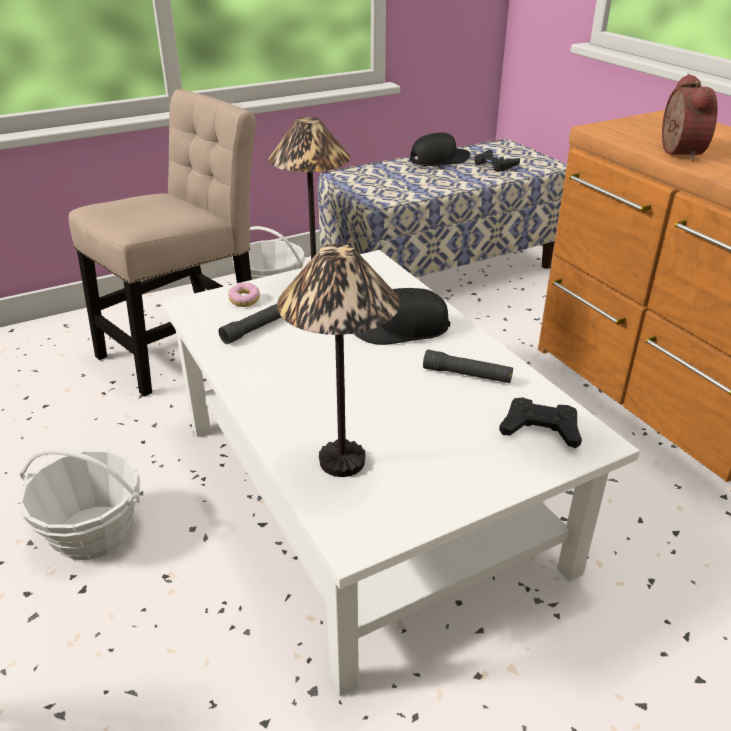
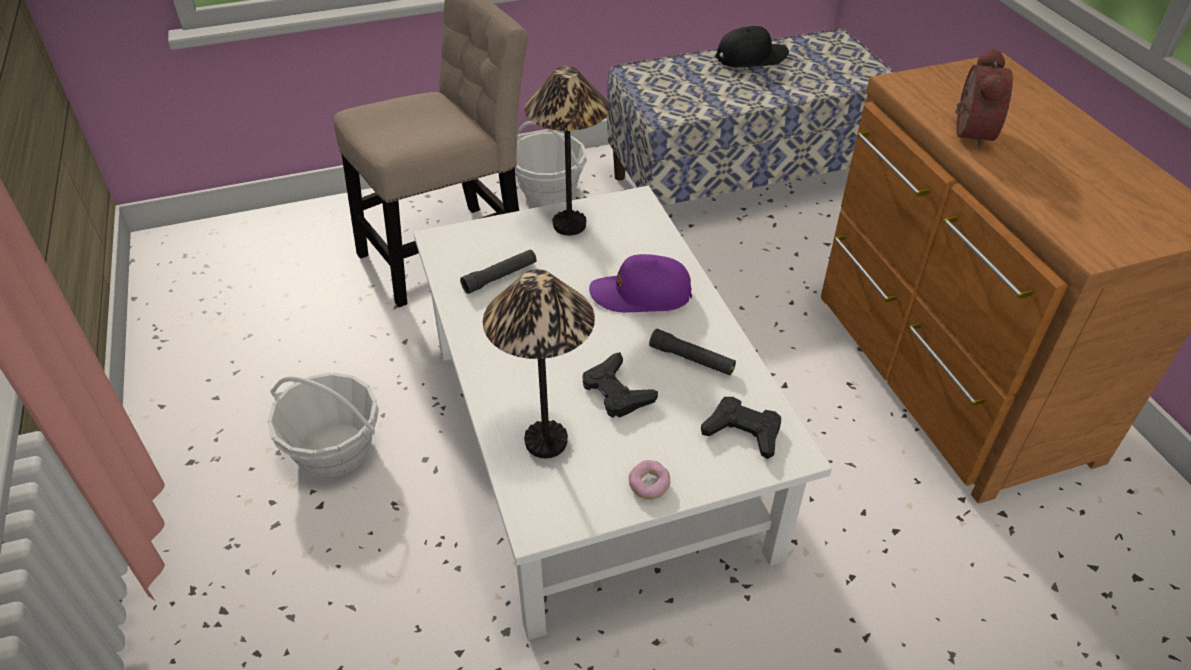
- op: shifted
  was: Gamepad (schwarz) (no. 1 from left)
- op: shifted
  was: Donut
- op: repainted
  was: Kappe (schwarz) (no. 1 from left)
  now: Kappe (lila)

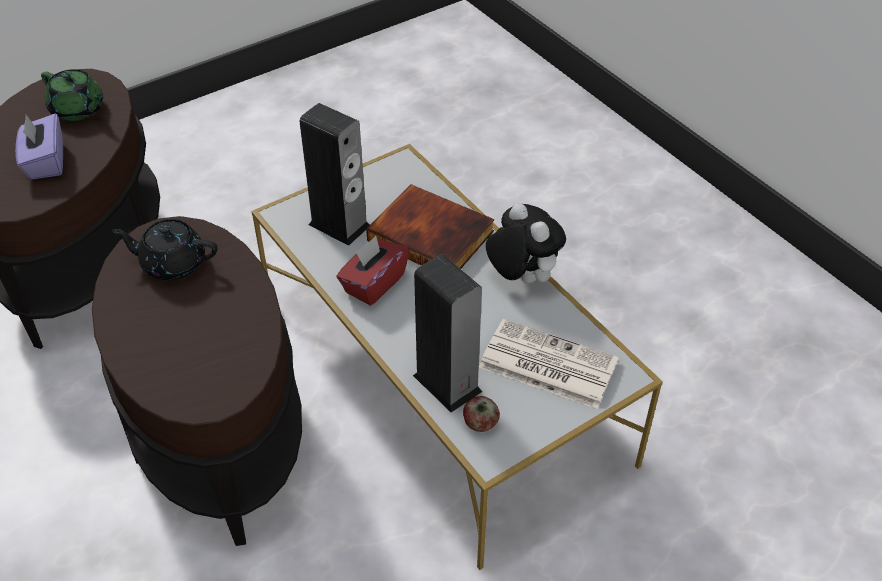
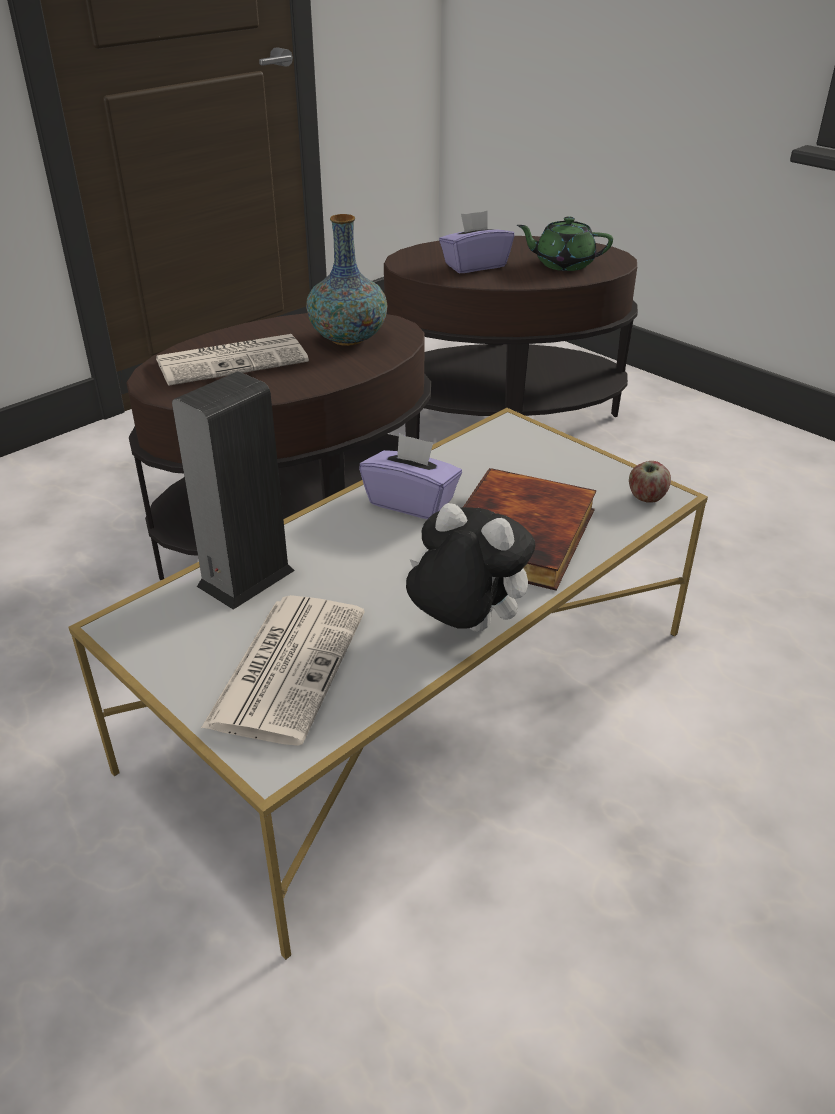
- op: rotated
  was: Teekanne (grün)
  clockwise: 75
- op: gone
  was: Lautsprecher (no. 1 from left)
- op: rotated
  was: Plüschtier
  clockwise: -105
- op: swapped
  was: Teekanne (schwarz)
  now: Vase
- op: repainted
  was: Taschentuchbox (rot)
  now: Taschentuchbox (lila) (no. 1 from left)
- op: shifted
  was: Apfel
- op: new
  now: Zeitung (no. 1 from left)

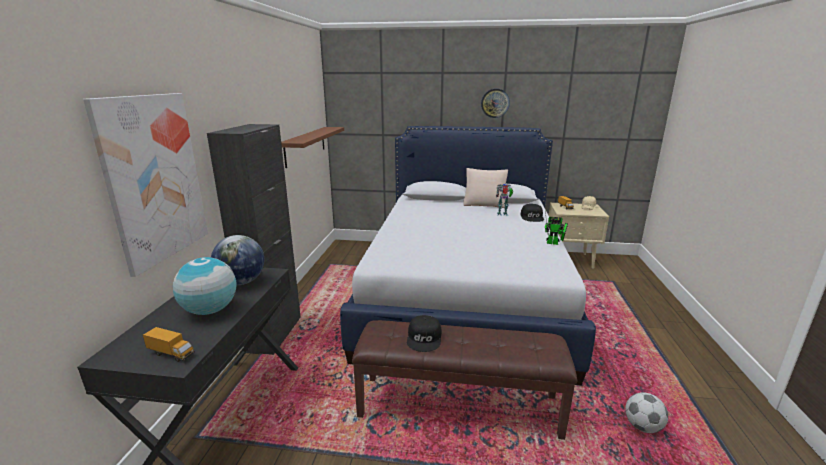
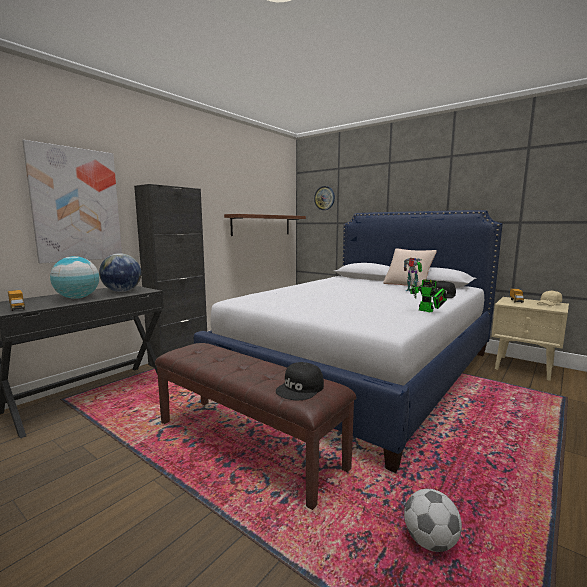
- op: shifted
  was: Wanduhr
- op: shifted
  was: Kappe (schwarz) (no. 1 from left)

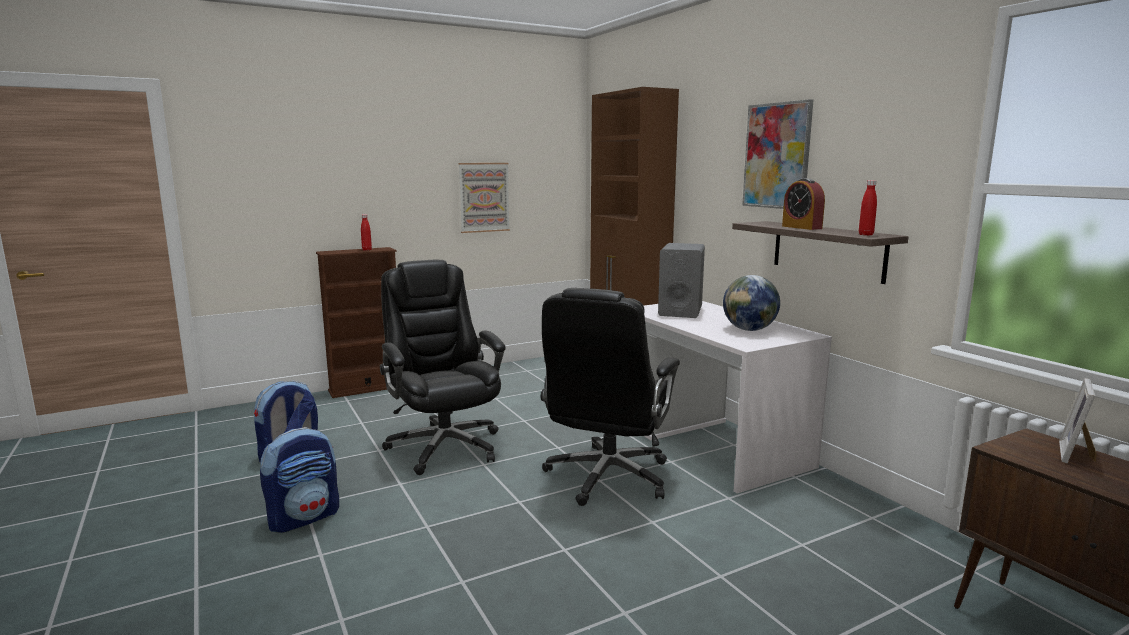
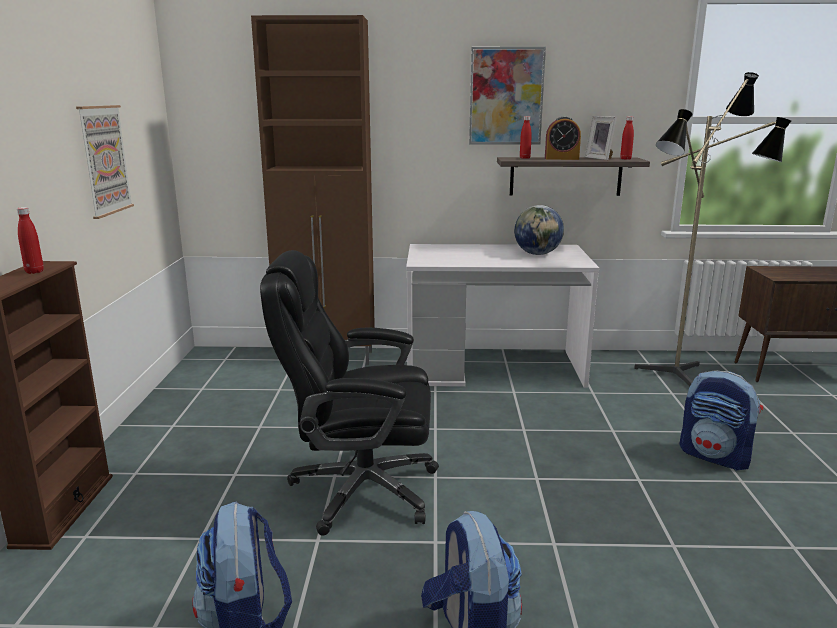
- op: gone
  was: Lautsprecher (grau)
- op: gone
  was: Bürostuhl (schwarz) (no. 2 from left)
- op: shifted
  was: Bilderrahmen
- op: new
  now: Stehlampe
- op: new
  now: Flasche (rot) (no. 2 from left)
- op: new
  now: Rucksack (no. 3 from left)

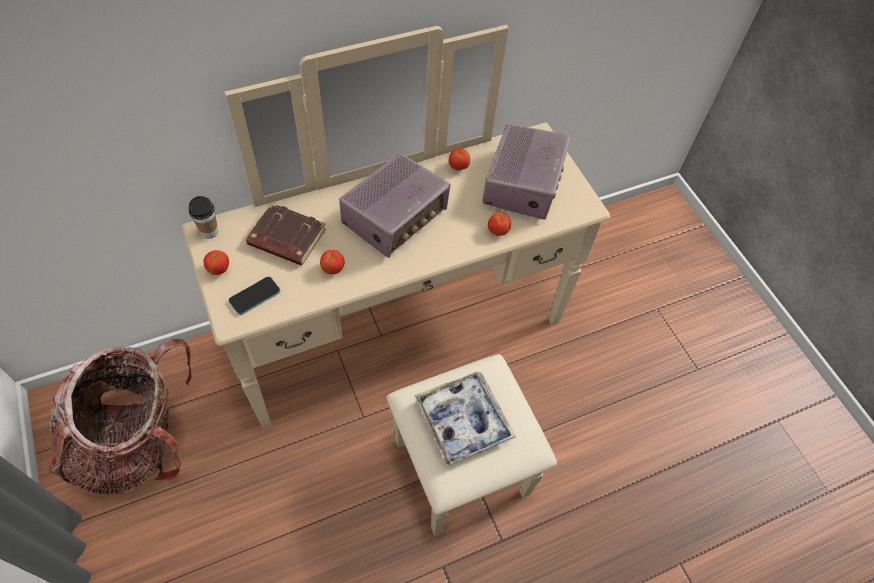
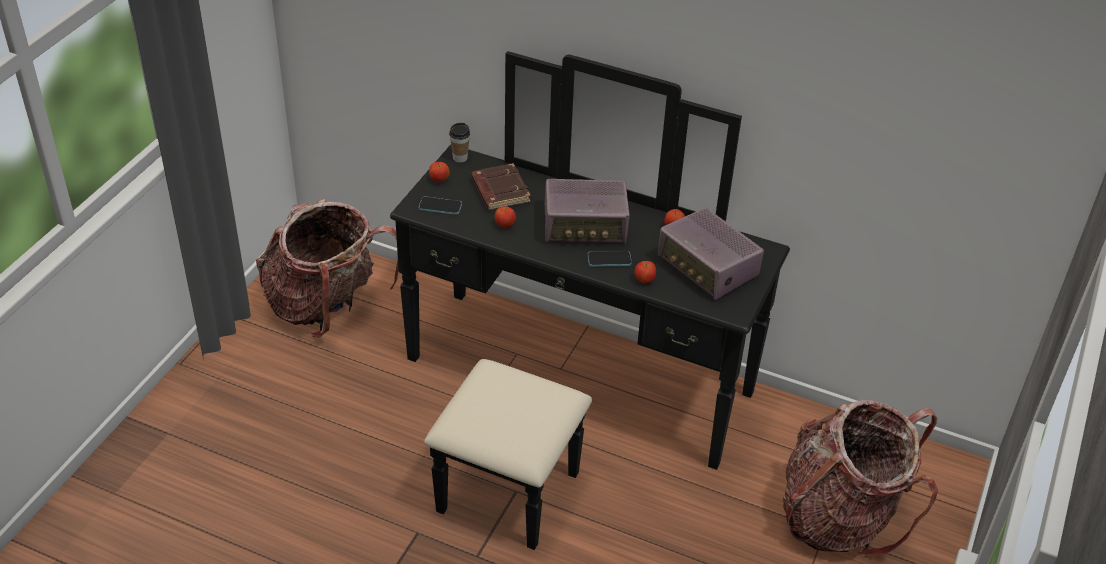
- op: repainted
  was: Kommode (beige)
  now: Kommode (schwarz)
- op: rotated
  was: Radio (no. 2 from left)
  clockwise: 75
- op: gone
  was: Tablett
- op: new
  now: Handy (no. 2 from left)
- op: new
  now: Rucksack (no. 2 from left)

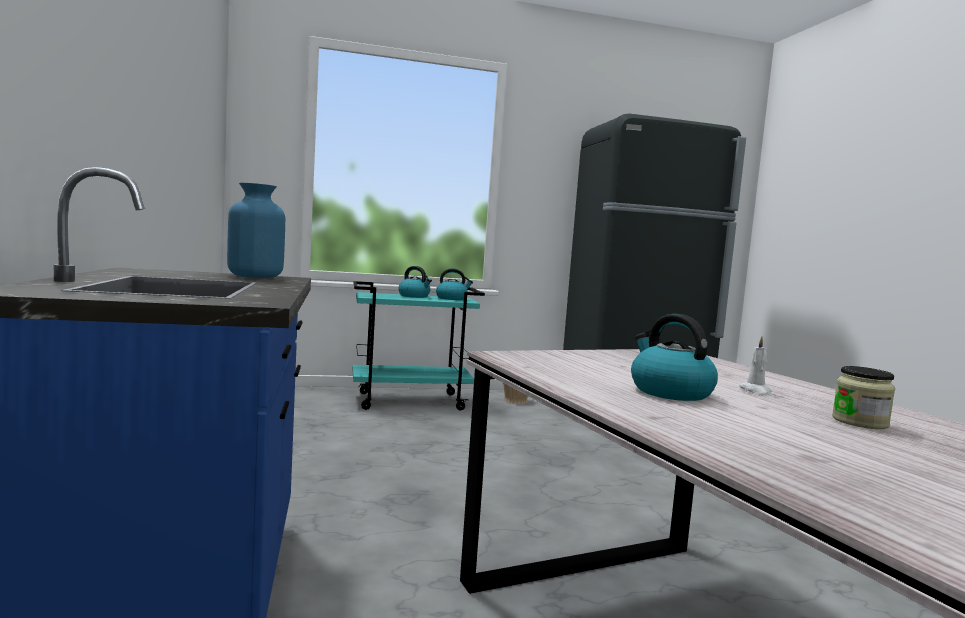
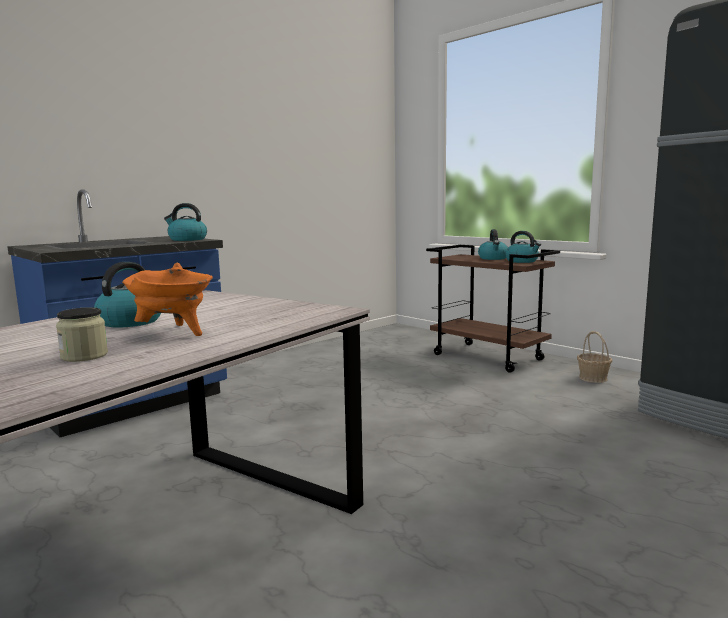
- op: swapped
  was: Vase (blau)
  now: Wasserkessel (no. 2 from left)
- op: repainted
  was: Rollwagen (türkis)
  now: Rollwagen (braun)
- op: swapped
  was: Kerze (weiß)
  now: Kochtopf (orange)

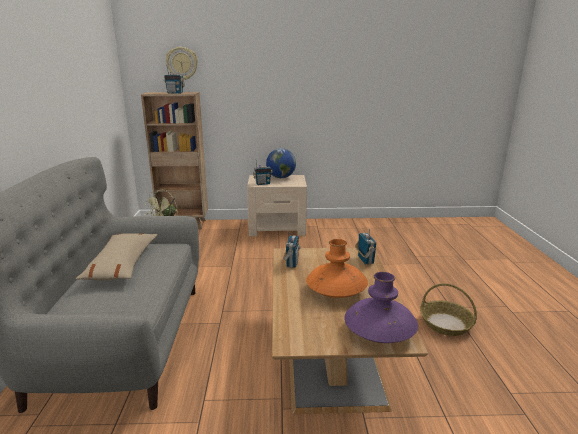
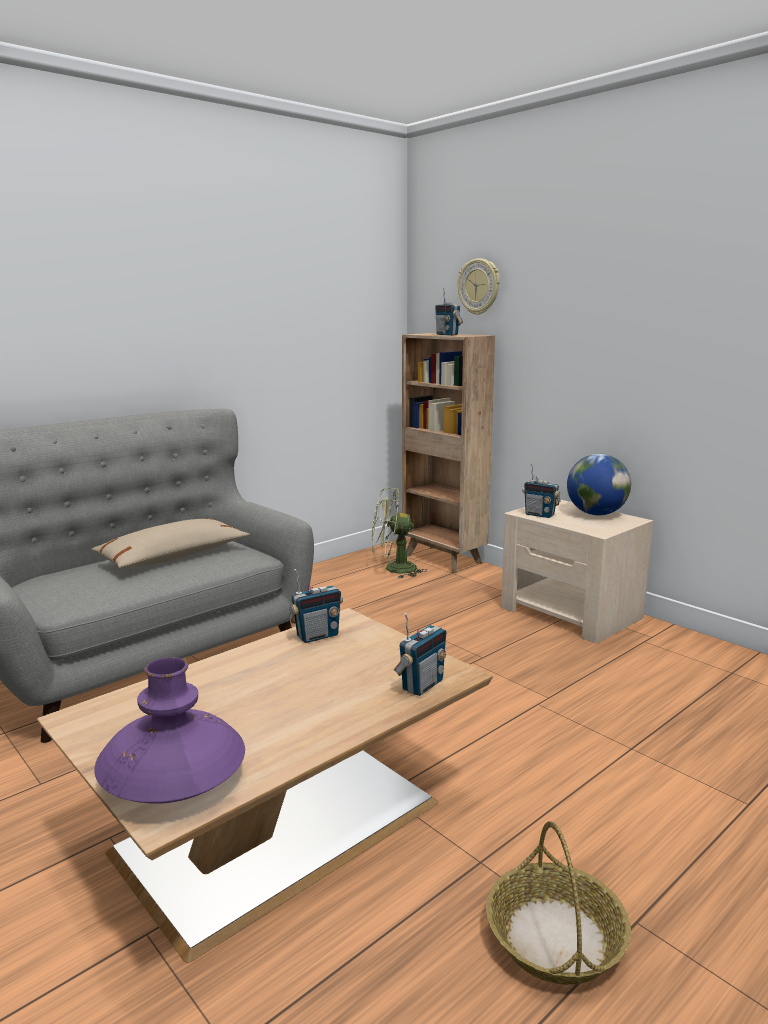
- op: gone
  was: Vase (orange)

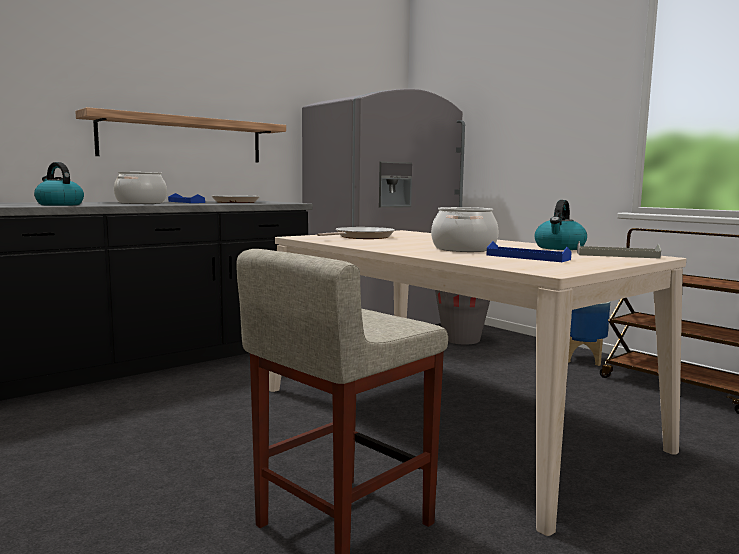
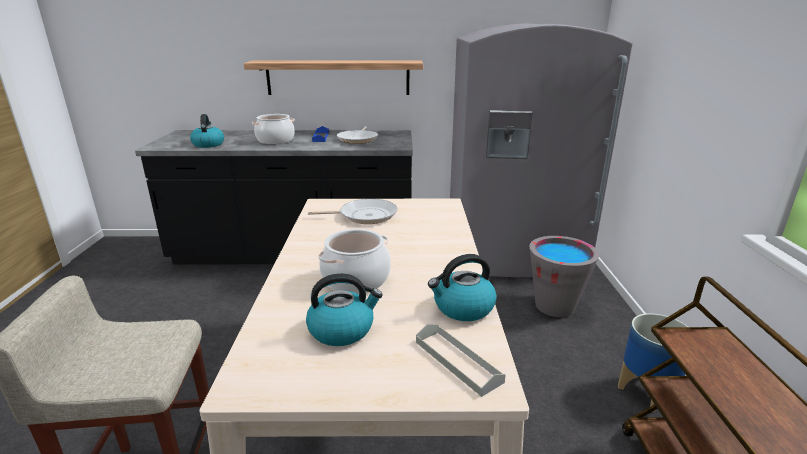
- op: swapped
  was: Tablett (blau) (no. 2 from left)
  now: Wasserkessel (no. 2 from left)

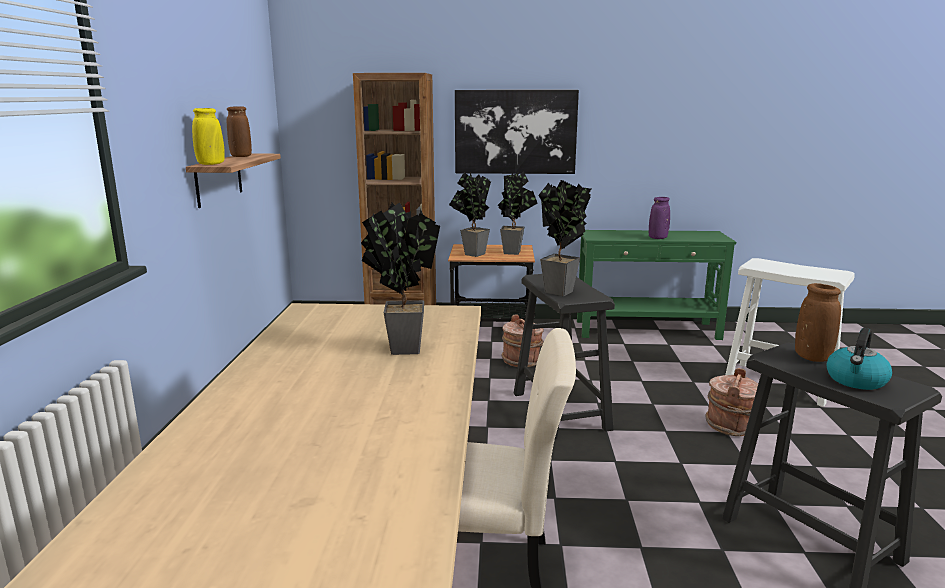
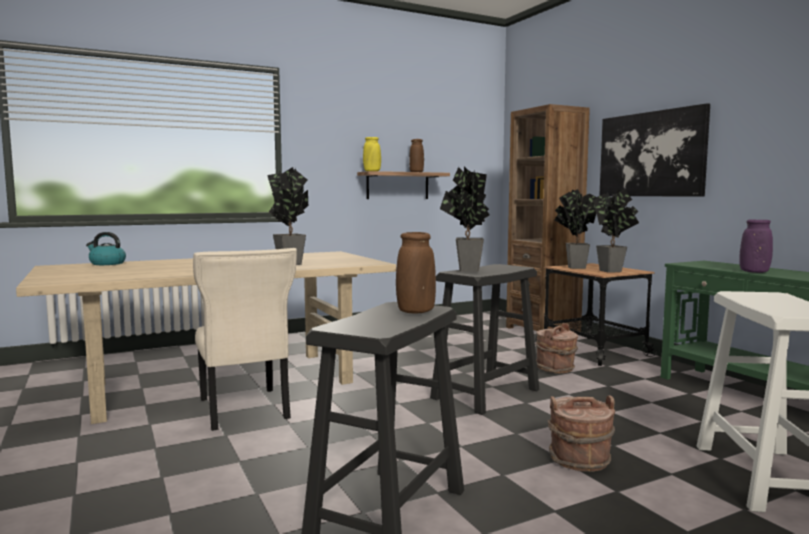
- op: shifted
  was: Wasserkessel

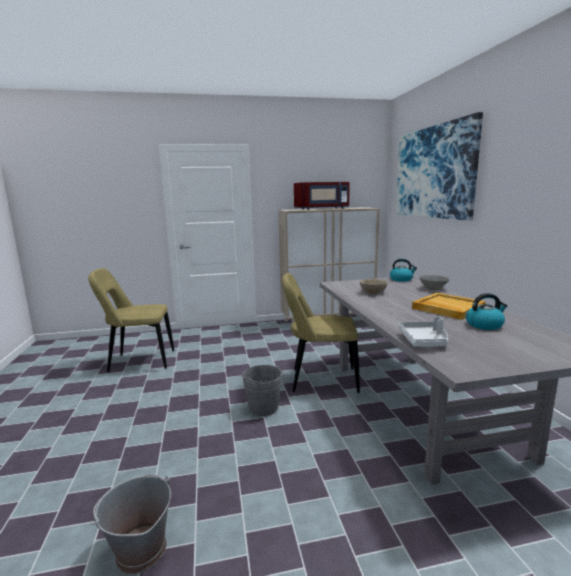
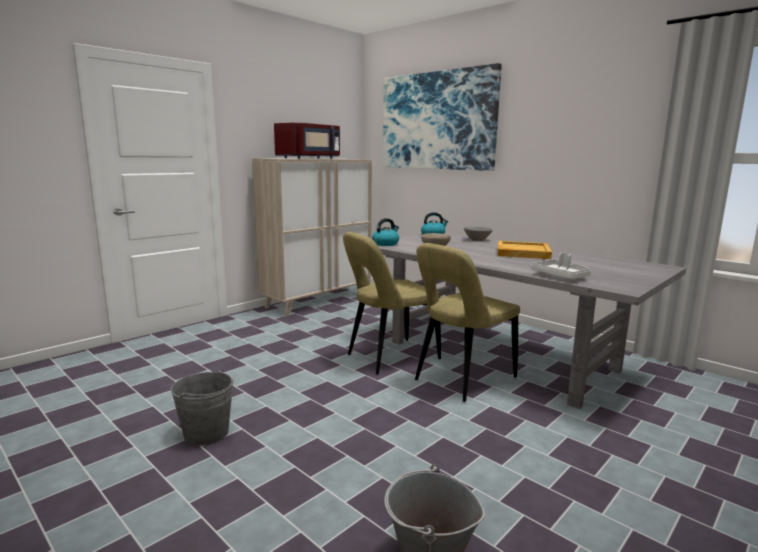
- op: shifted
  was: Stuhl (beige) (no. 1 from left in the first image)
  now: Stuhl (beige) (no. 2 from left)
- op: shifted
  was: Wasserkessel (no. 2 from left in the first image)
  now: Wasserkessel (no. 1 from left)
- op: shifted
  was: Eimer (grau) (no. 2 from left in the first image)
  now: Eimer (grau) (no. 1 from left)

